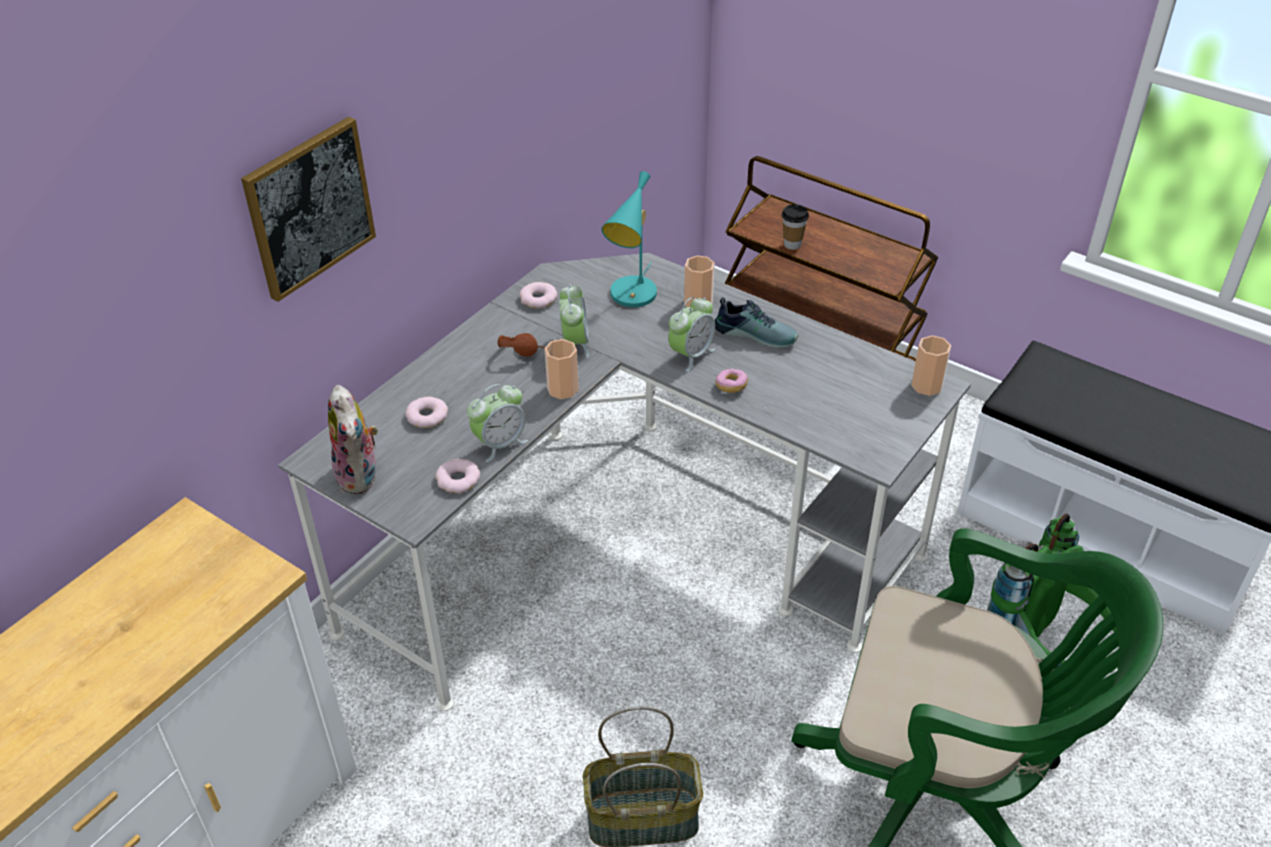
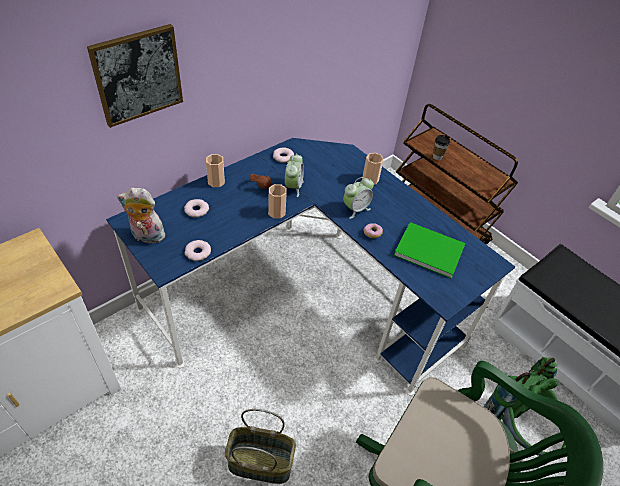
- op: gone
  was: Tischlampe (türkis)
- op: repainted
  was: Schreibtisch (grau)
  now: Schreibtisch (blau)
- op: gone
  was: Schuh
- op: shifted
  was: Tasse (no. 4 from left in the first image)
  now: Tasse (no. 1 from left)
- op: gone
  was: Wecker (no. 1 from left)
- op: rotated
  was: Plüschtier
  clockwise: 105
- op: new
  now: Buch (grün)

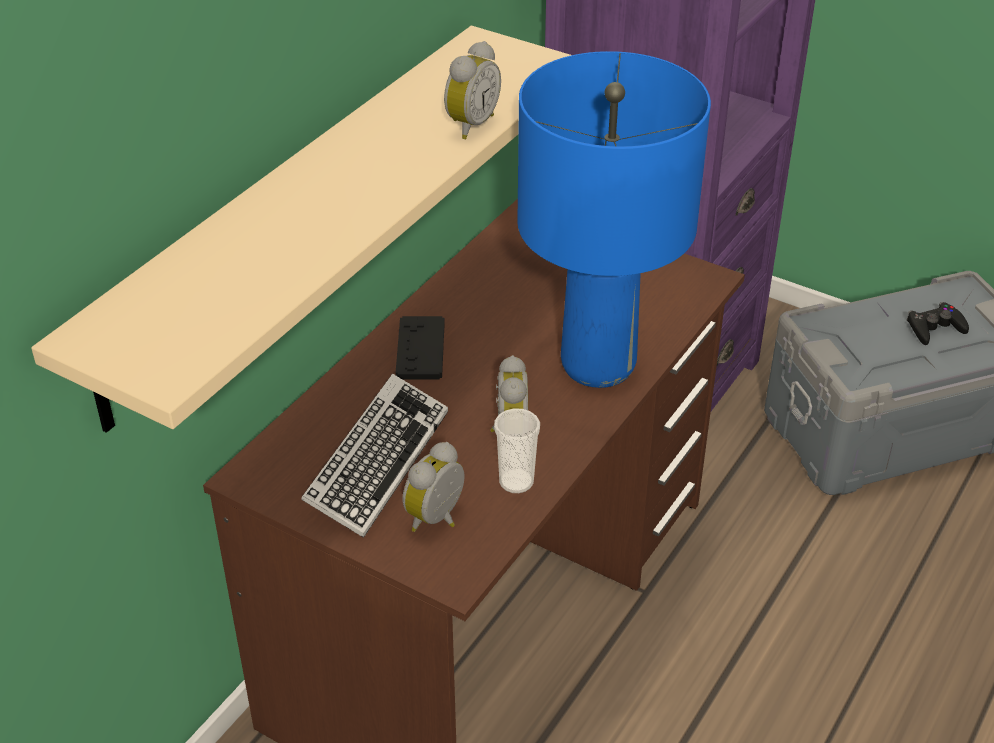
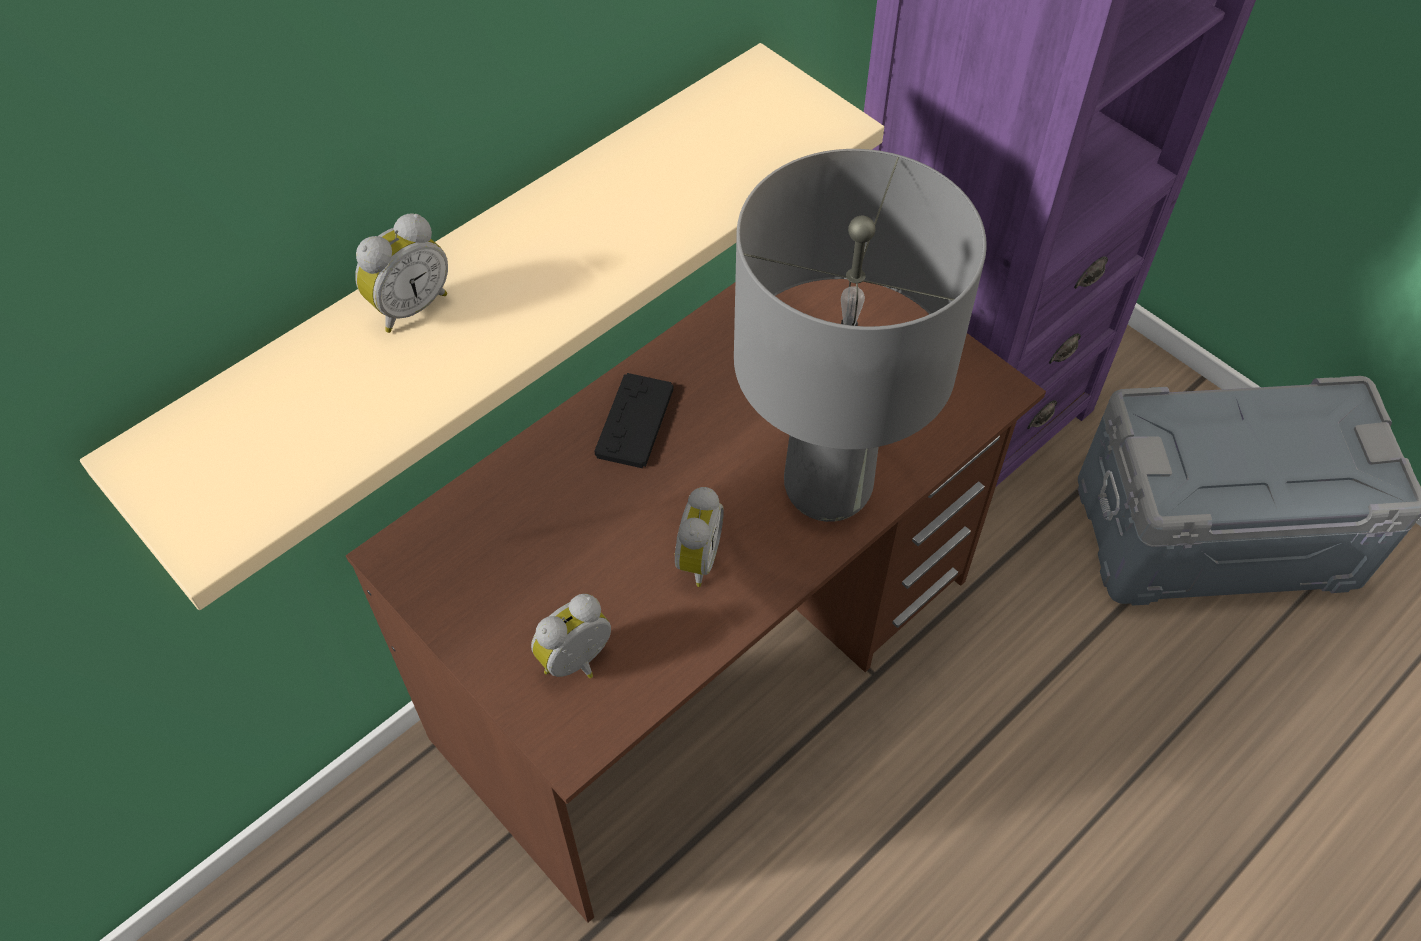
- op: shifted
  was: Wecker (no. 2 from left in the first image)
  now: Wecker (no. 1 from left)
- op: repainted
  was: Tischlampe (blau)
  now: Tischlampe (grau)
- op: gone
  was: Gamepad (schwarz) (no. 2 from left)
- op: gone
  was: Tastatur
- op: gone
  was: Tasse

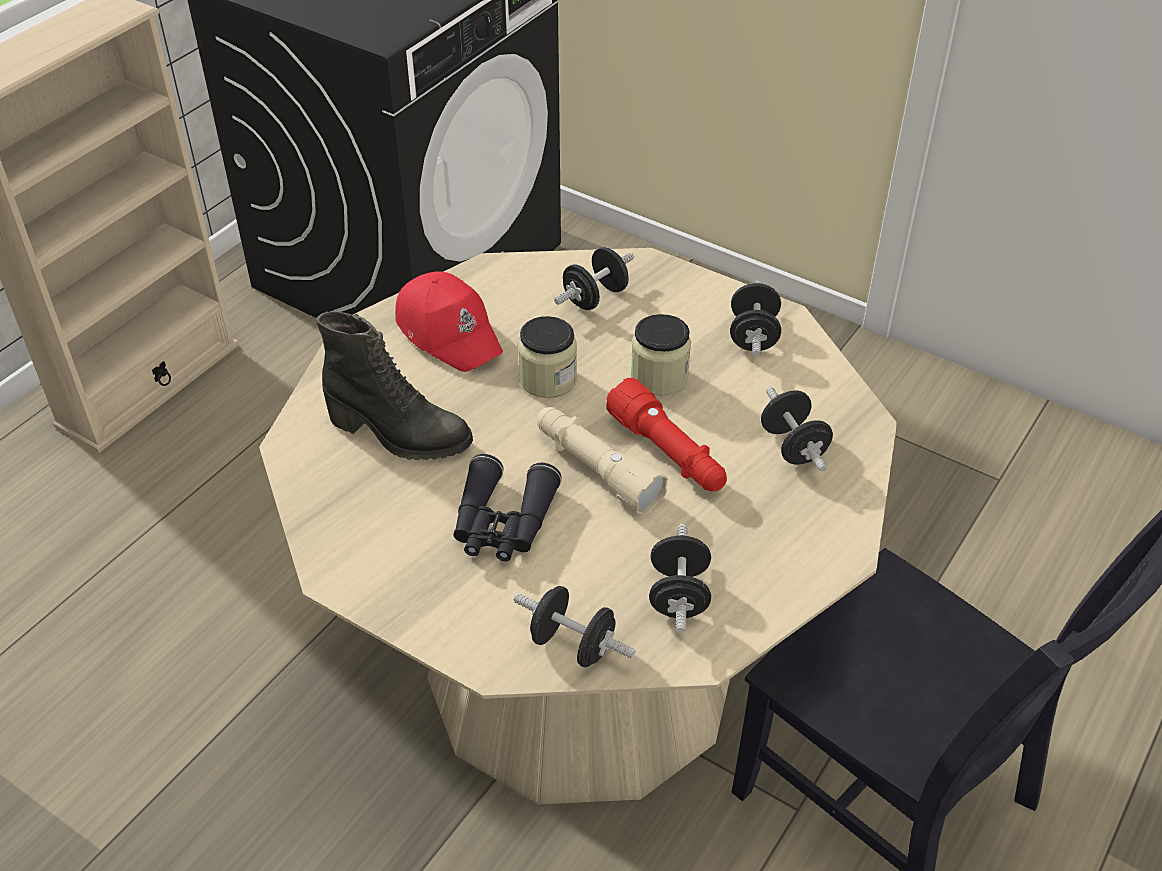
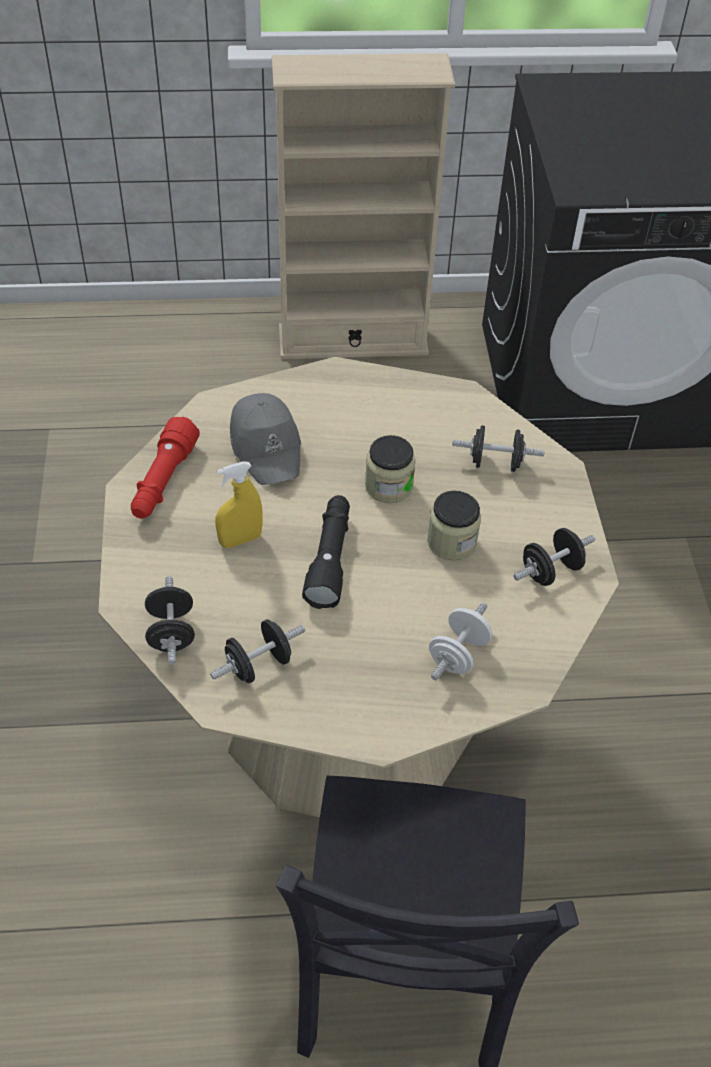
- op: gone
  was: Kappe (rot)
- op: swapped
  was: Stiefel (schwarz)
  now: Kappe (grau)
- op: shifted
  was: Taschenlampe (rot)
- op: repainted
  was: Hantel (schwarz) (no. 5 from left)
  now: Hantel (weiß)
- op: repainted
  was: Taschenlampe (beige)
  now: Taschenlampe (schwarz)
- op: swapped
  was: Fernglas (schwarz)
  now: Sprühflasche (gelb)

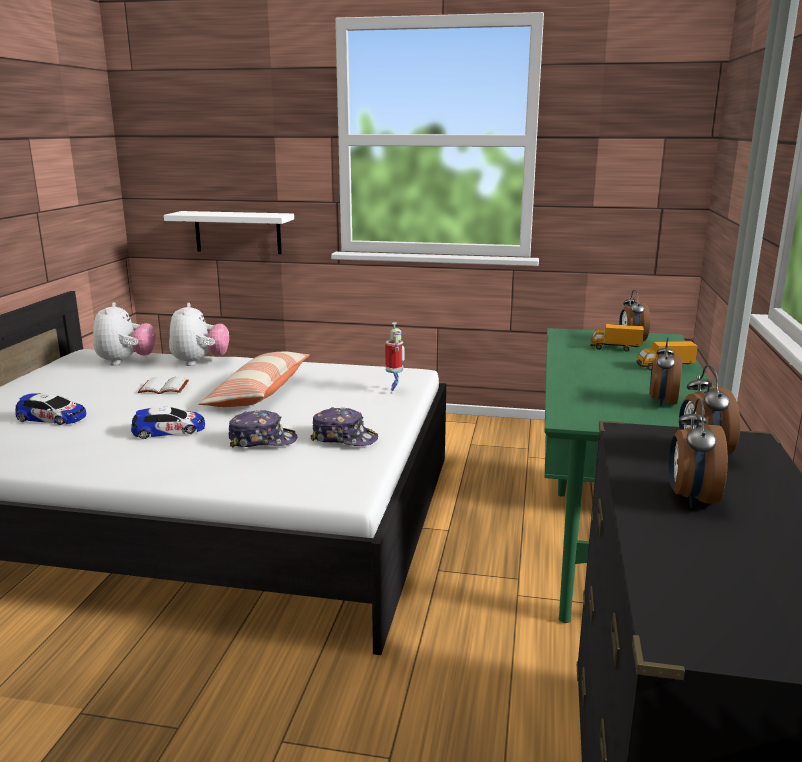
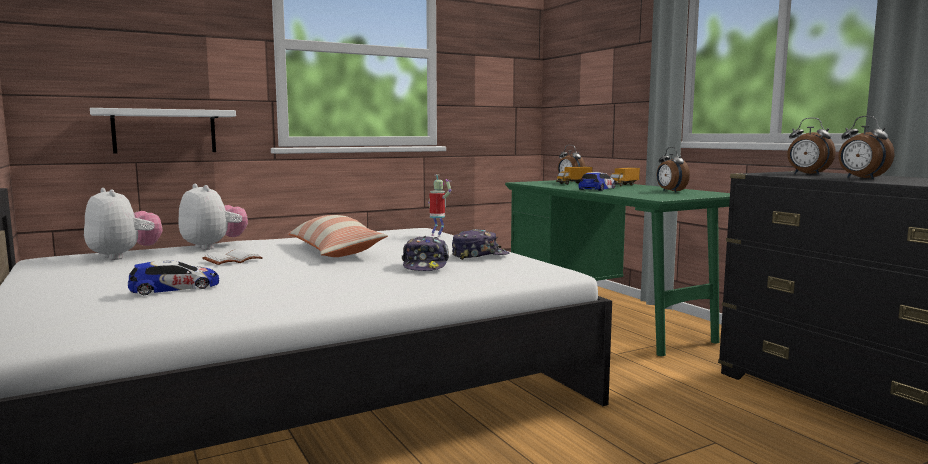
- op: shifted
  was: Spielzeugauto (no. 2 from left)
- op: rotated
  was: Kappe (no. 1 from left)
  clockwise: 135

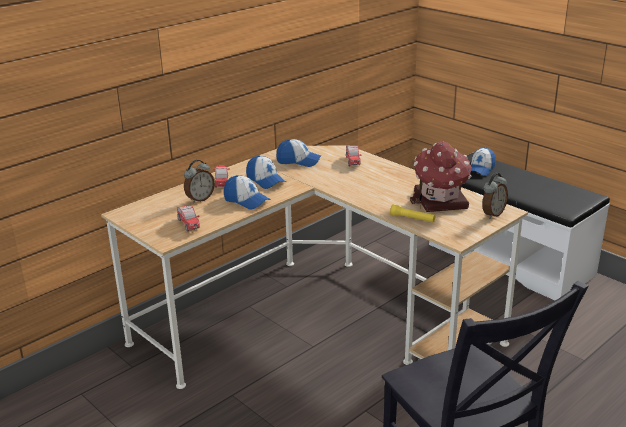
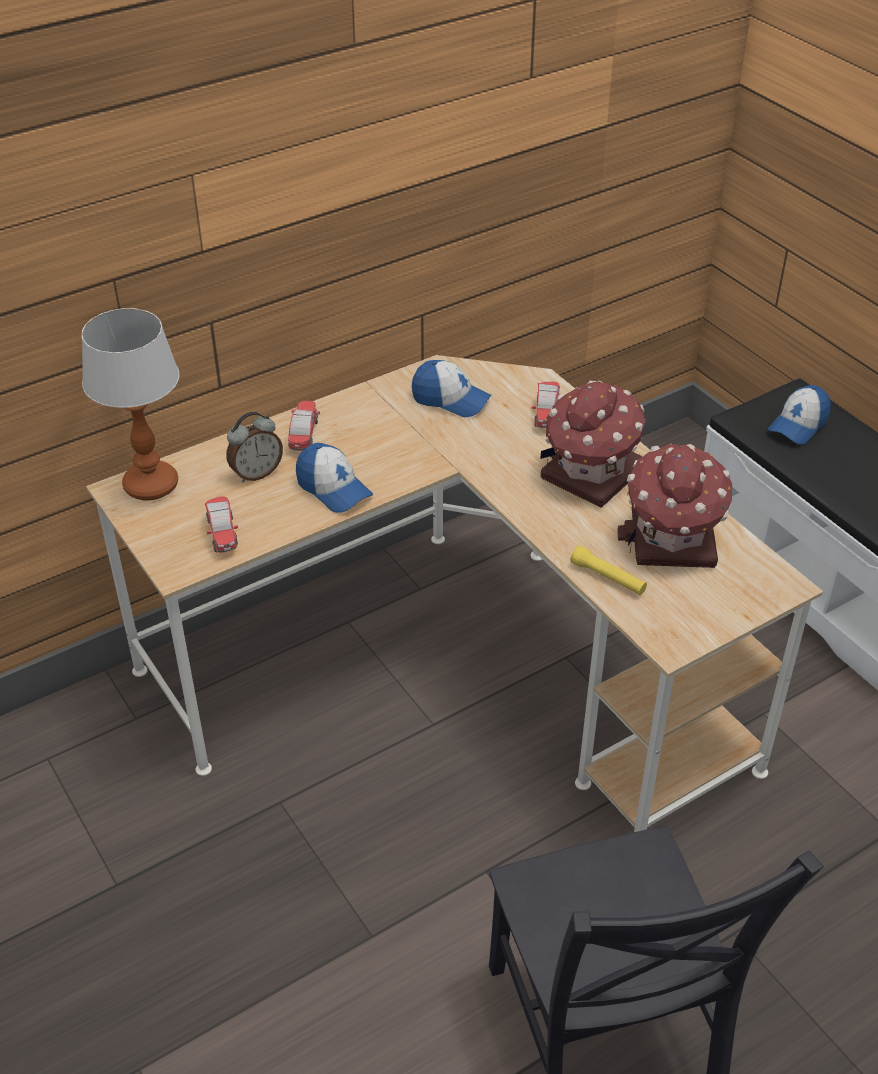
- op: gone
  was: Kappe (no. 2 from left)
- op: gone
  was: Wecker (no. 2 from left)
- op: new
  now: Tischlampe
- op: new
  now: Spielzeughaus (no. 1 from left)

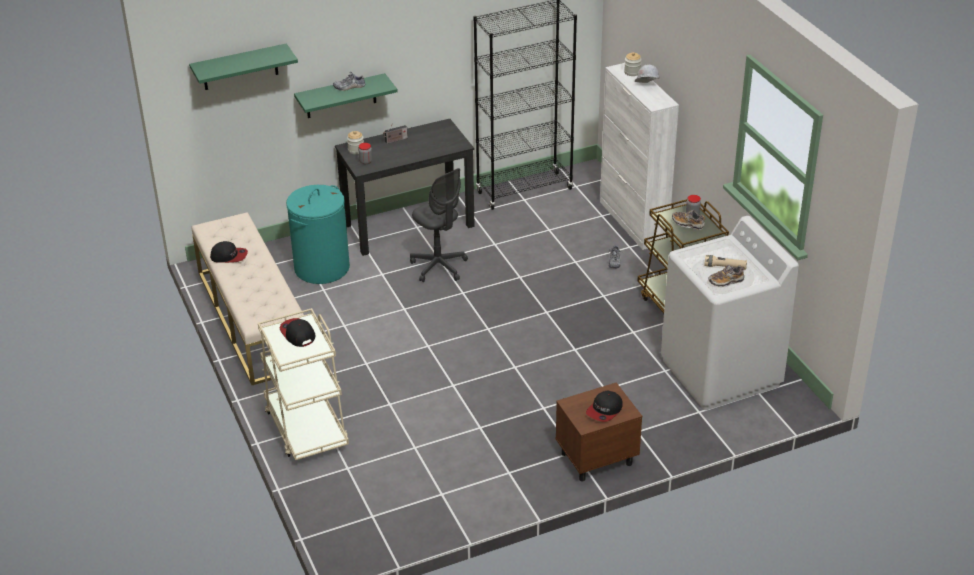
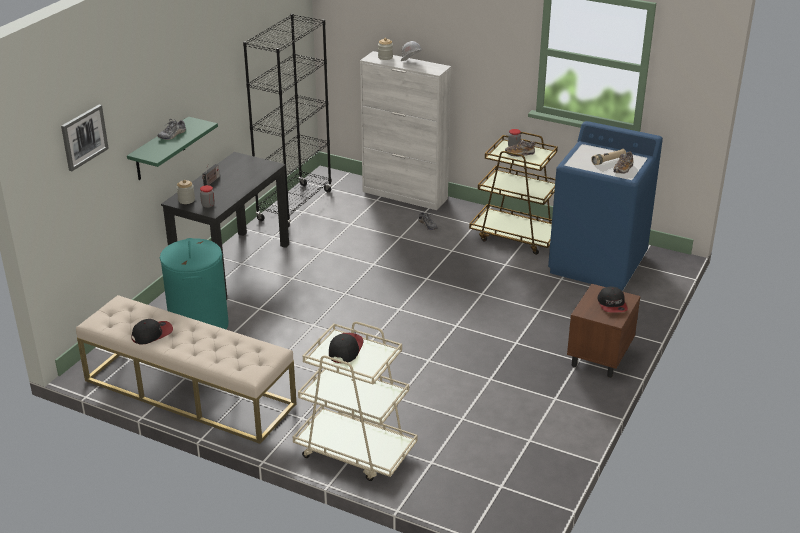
- op: swapped
  was: Wandregal (grün) (no. 1 from left)
  now: Bild
- op: gone
  was: Bürostuhl (grau)
- op: repainted
  was: Waschmaschine (weiß)
  now: Waschmaschine (blau)
- op: rotated
  was: Kappe (no. 2 from left)
  clockwise: 90

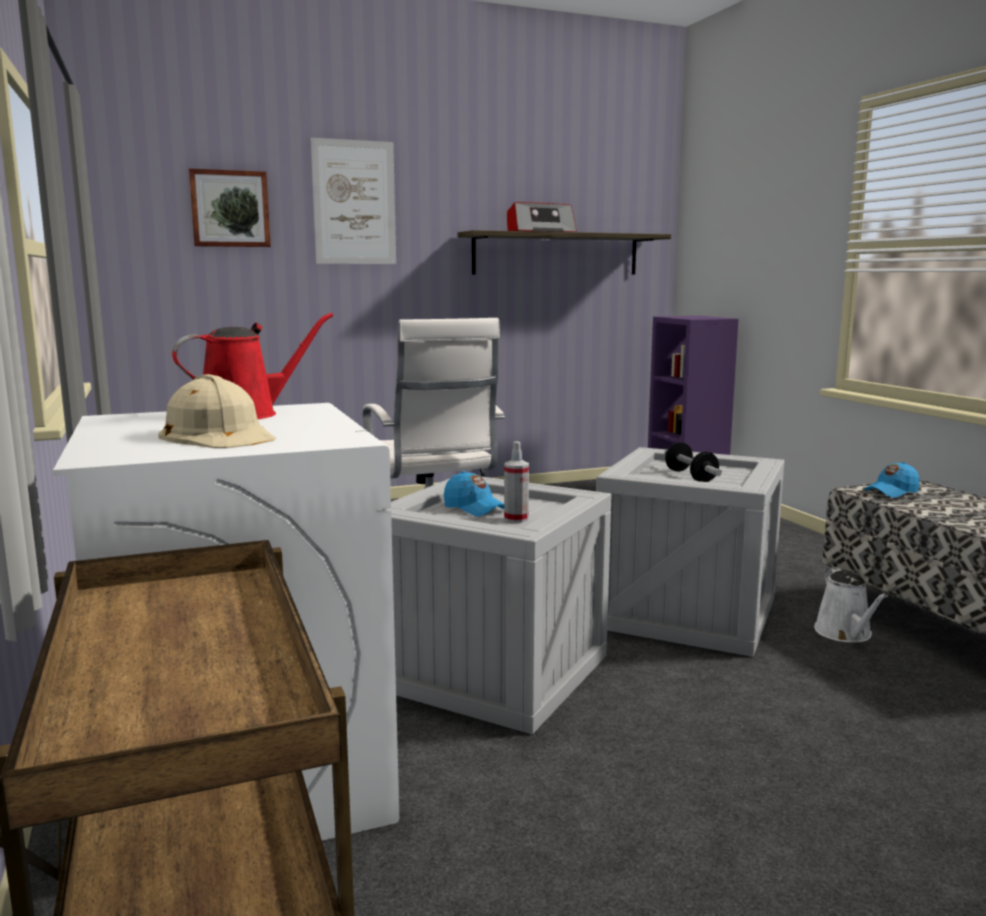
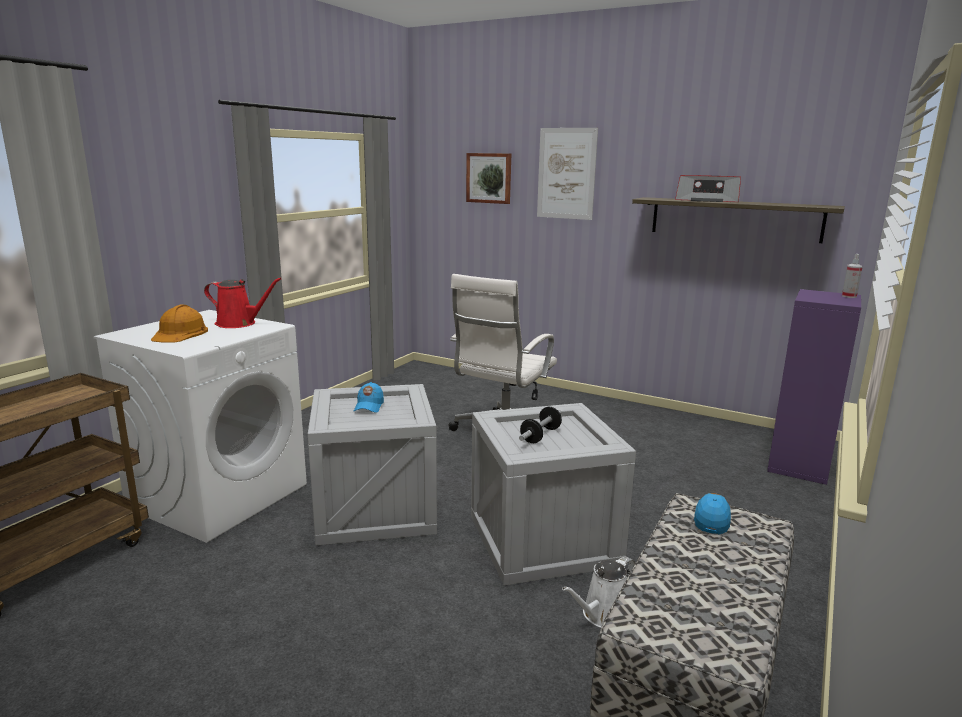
- op: repainted
  was: Schutzhelm (beige)
  now: Schutzhelm (orange)
- op: shifted
  was: Sprühflasche
- op: rotated
  was: Kappe (blau) (no. 2 from left)
  clockwise: 90

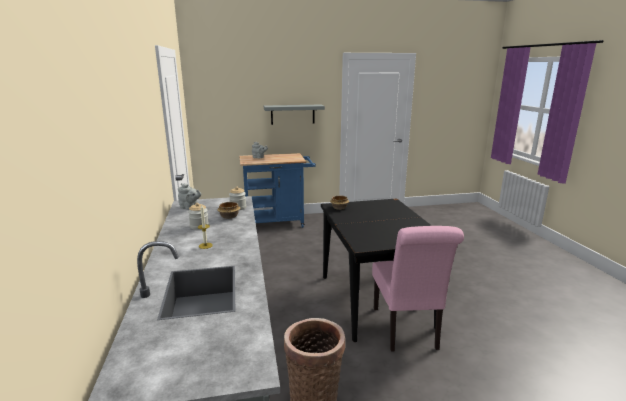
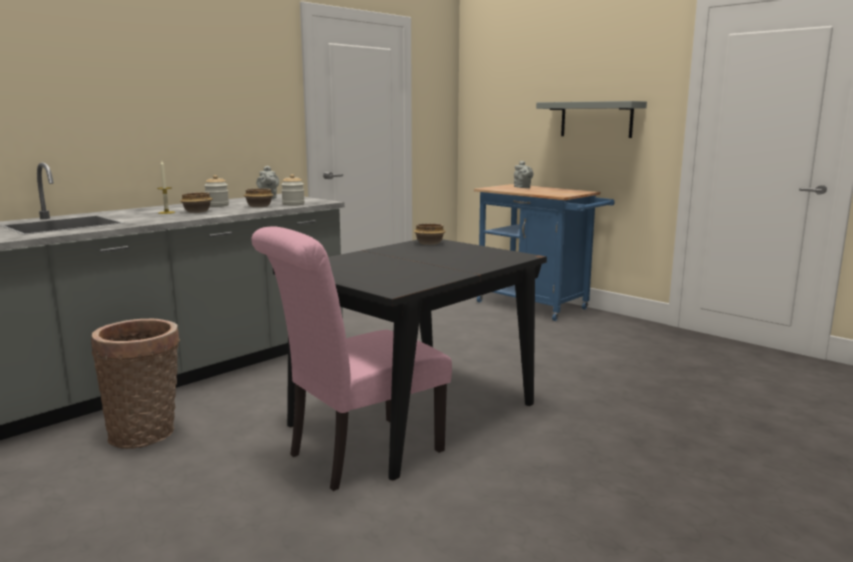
- op: new
  now: Schüssel (no. 1 from left)

